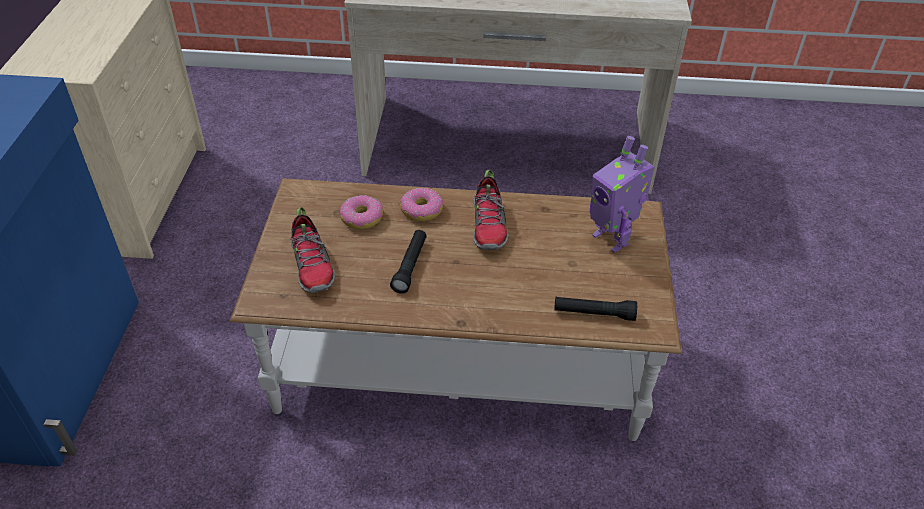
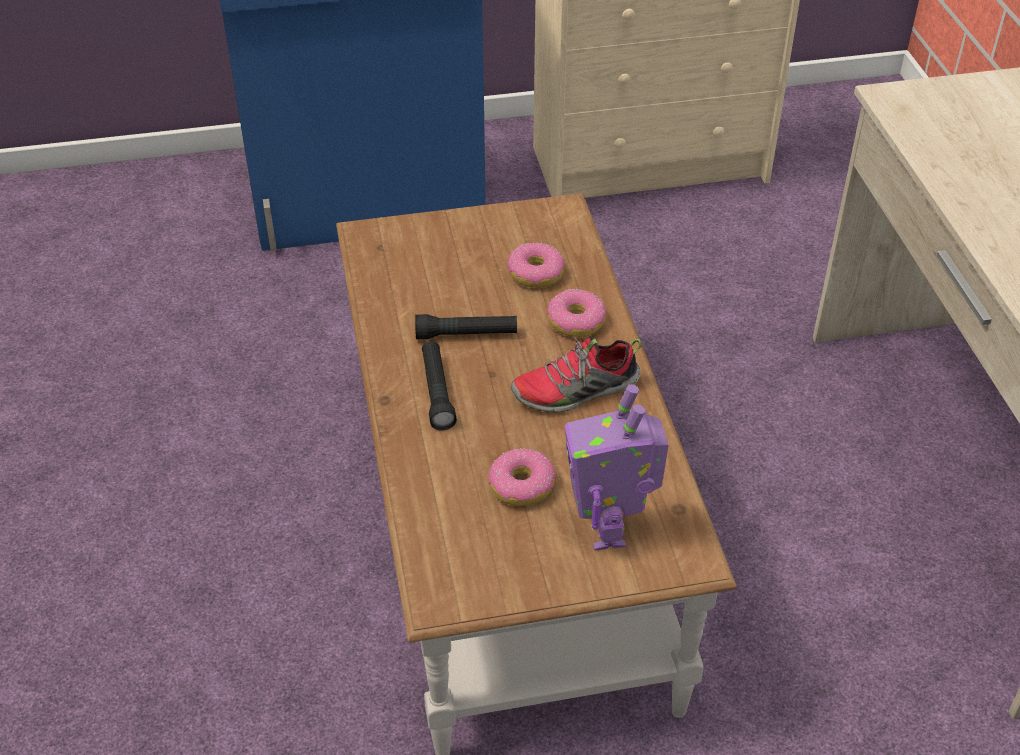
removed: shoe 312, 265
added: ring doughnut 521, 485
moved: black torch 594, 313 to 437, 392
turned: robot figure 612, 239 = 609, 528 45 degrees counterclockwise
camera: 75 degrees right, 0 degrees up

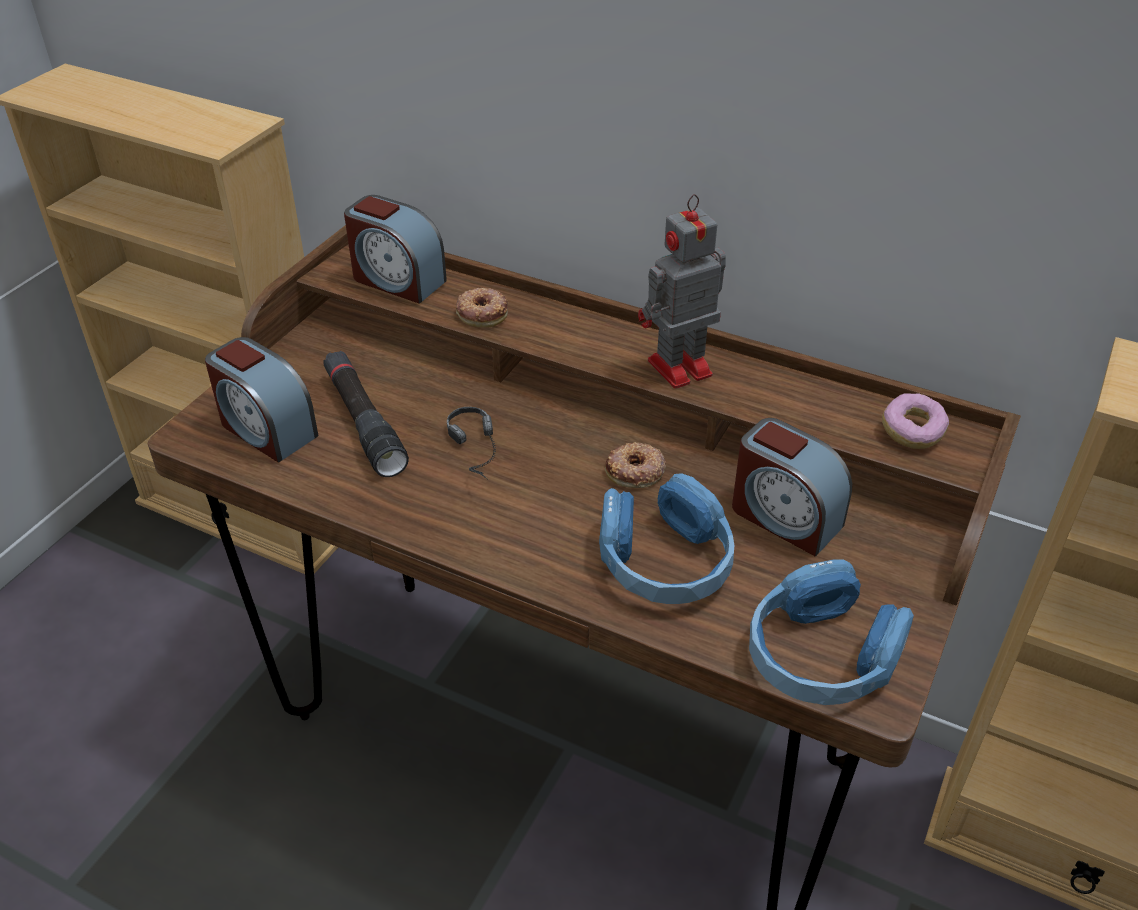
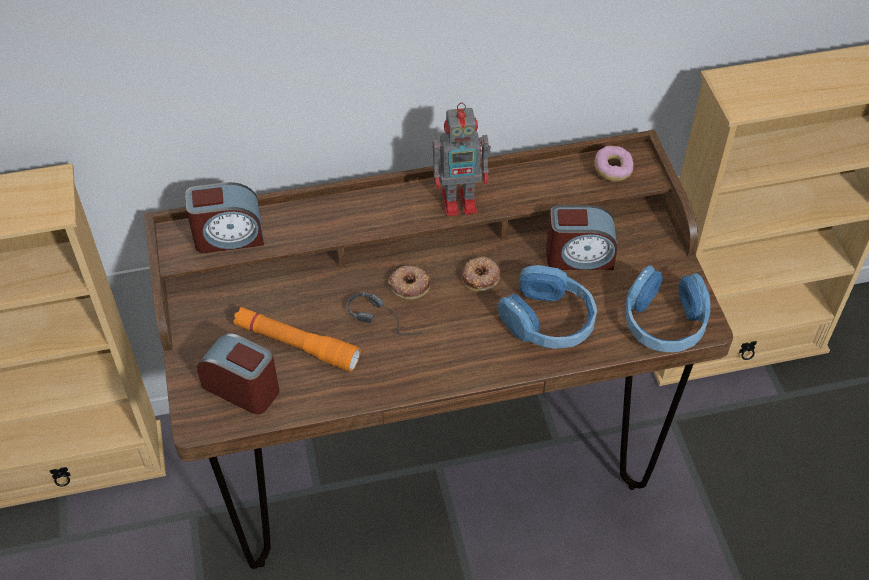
moved: ring doughnut 482, 312 to 409, 285
recoloured: black torch 364, 422 to orange torch 296, 344
turned: table clock 266, 429 = 242, 388 150 degrees counterclockwise; robot figure 676, 369 = 461, 201 120 degrees counterclockwise
camera: 40 degrees left, 10 degrees up

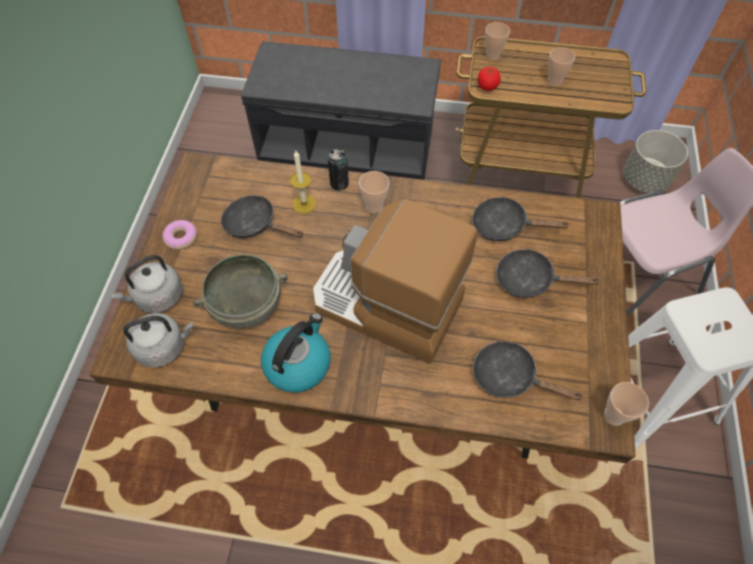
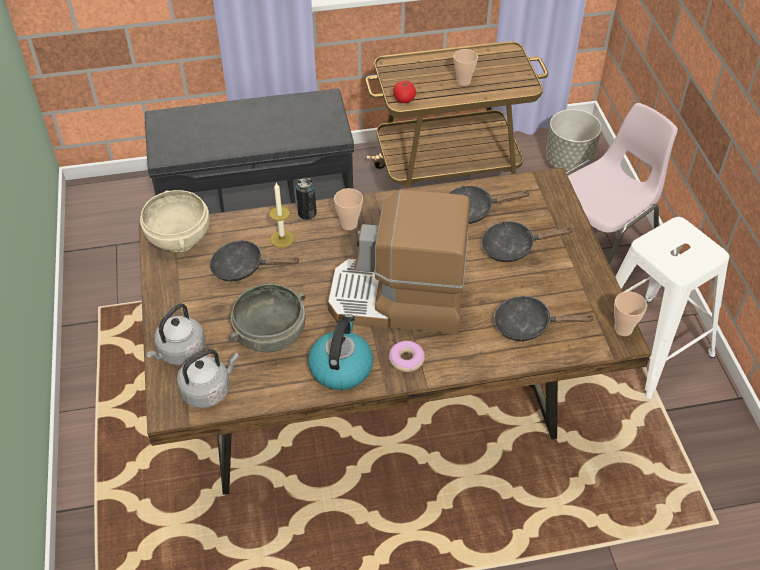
removed: small cup 492, 56
added: sand-coloured bowl 180, 238
moved: ring doughnut 181, 238 to 406, 359
camera: 20 degrees left, 10 degrees down

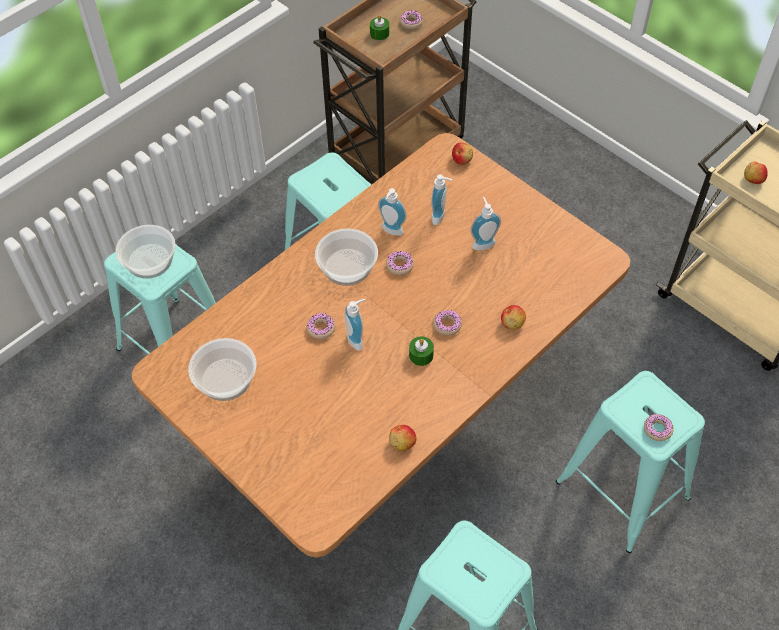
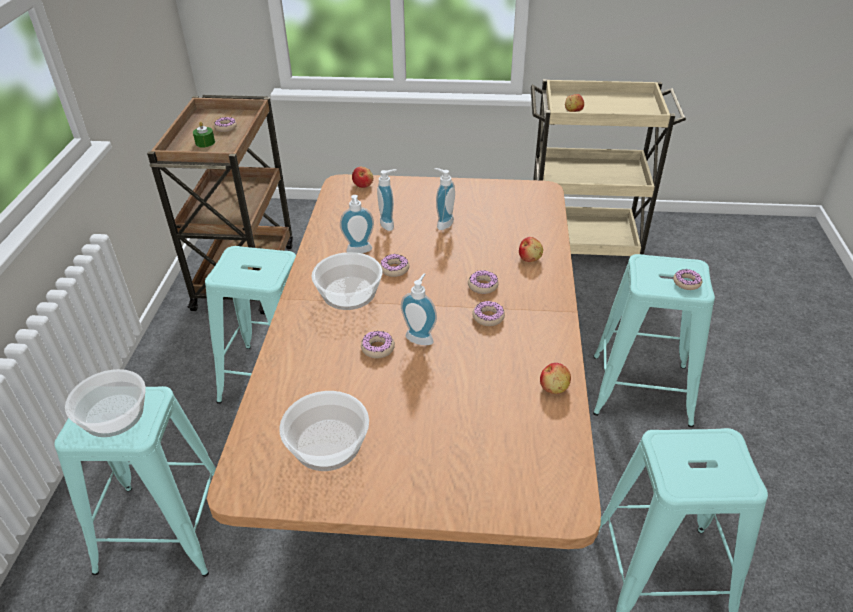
replaced: green candle 421, 355 to ring doughnut 488, 317
camera: 40 degrees left, 15 degrees down

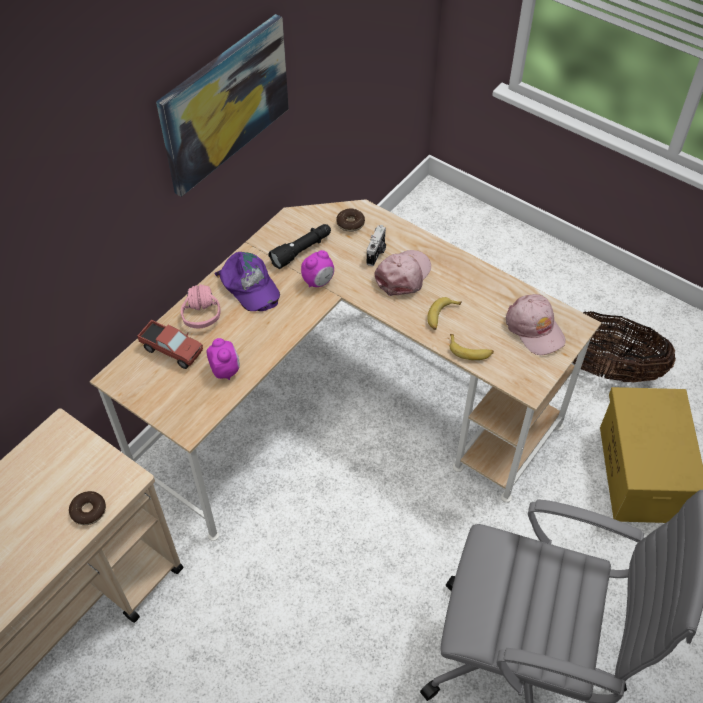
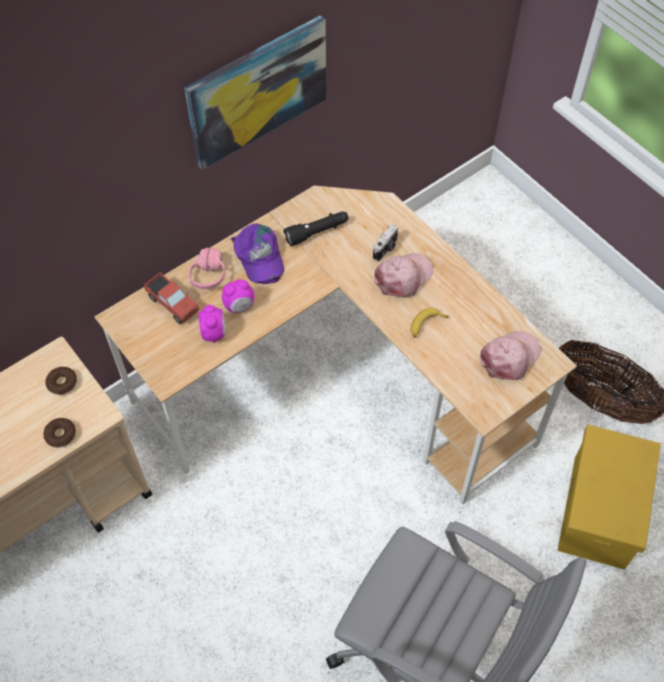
removed: whole banana 470, 351
moved: table clock 318, 281 to 239, 306; ring doughnut 350, 223 to 62, 383
turned: pinkish cap 534, 328 = 510, 357 120 degrees counterclockwise
camera: 15 degrees right, 5 degrees up

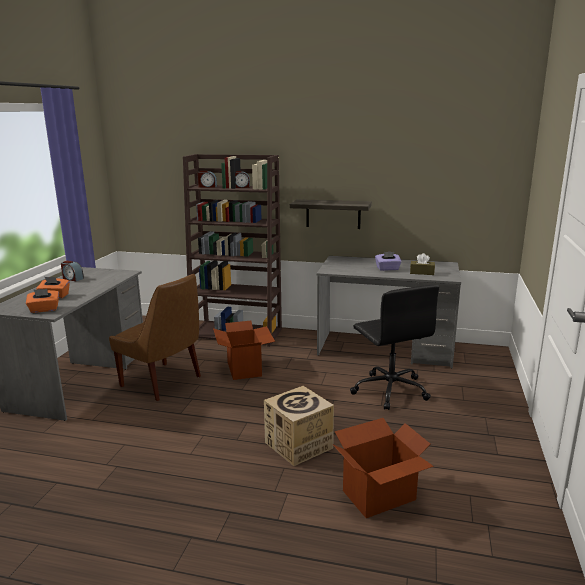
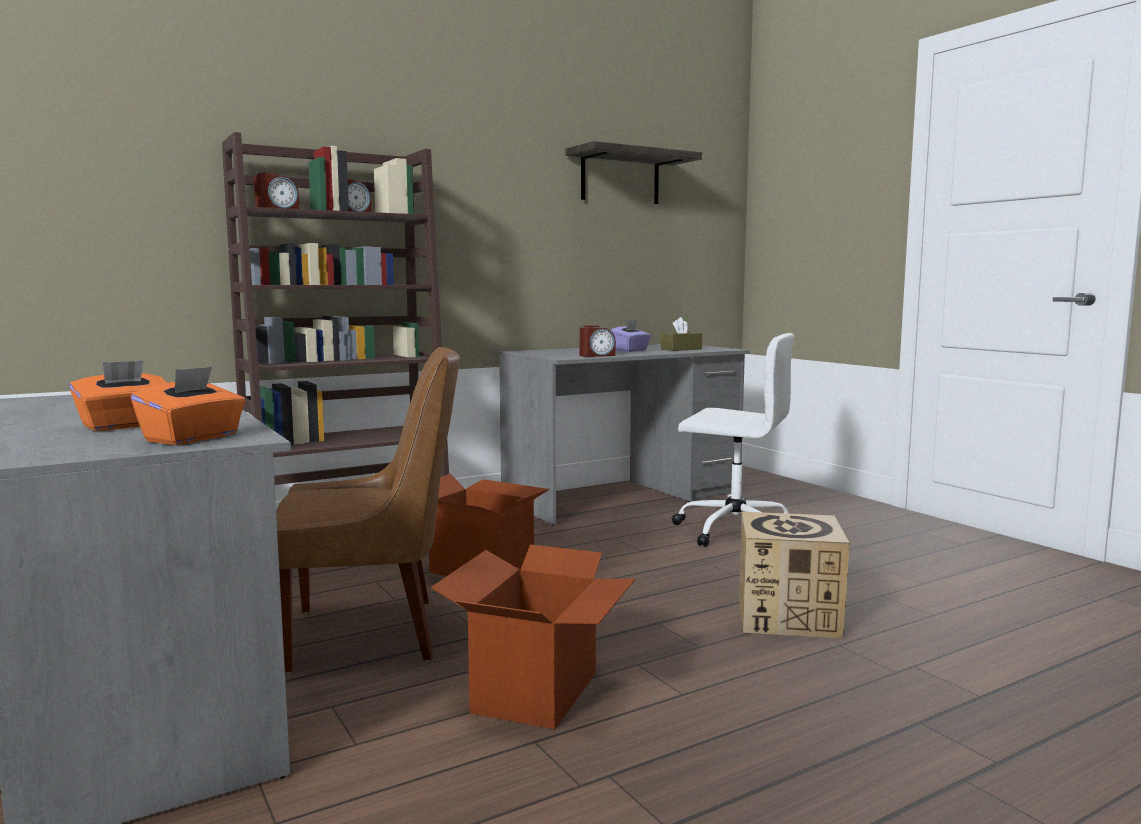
moved: table clock 72, 278 to 597, 355; shelf 333, 214 to 620, 177; packing box 379, 496 to 537, 692
recoloured: black office chair 390, 390 to white-coloured office chair 732, 530
camera: 45 degrees left, 10 degrees down

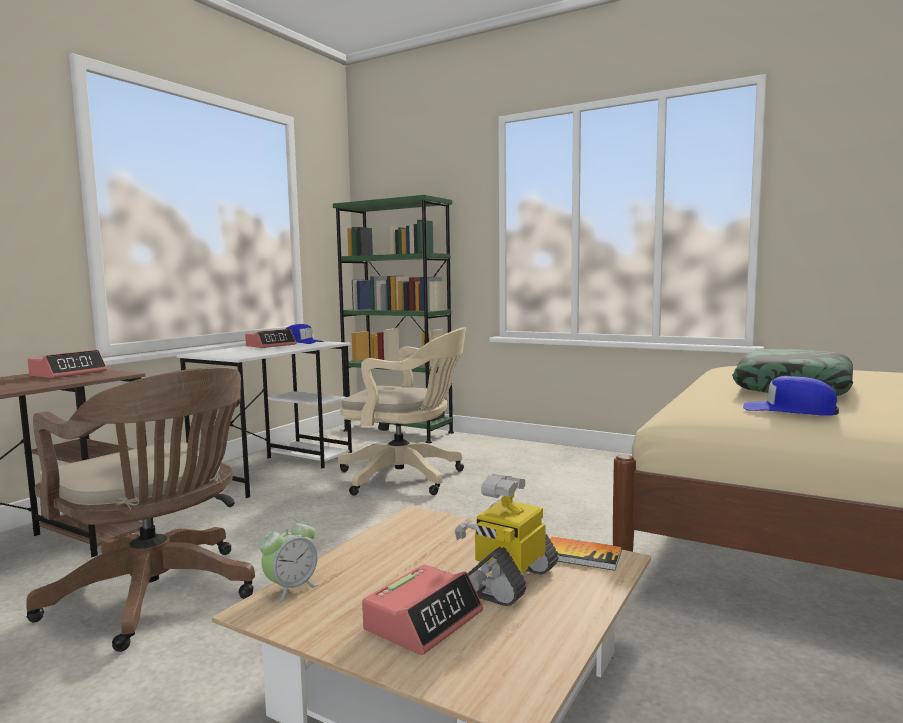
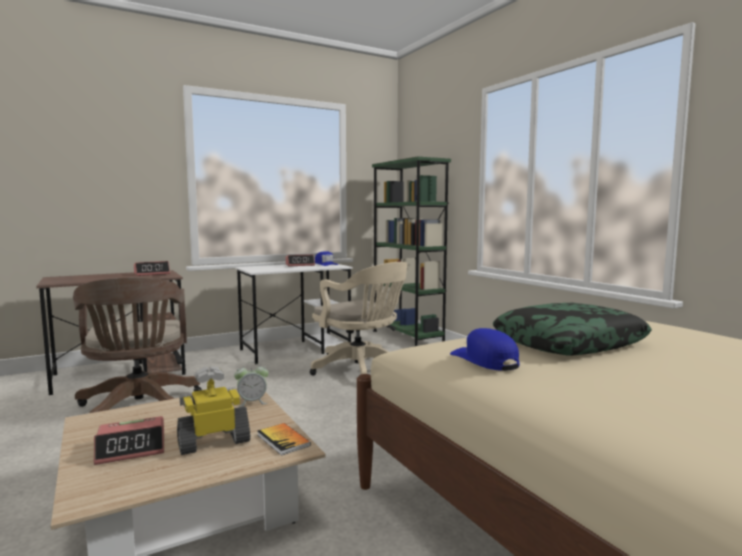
moved: table clock 291, 588 to 252, 402
camera: 30 degrees right, 0 degrees up

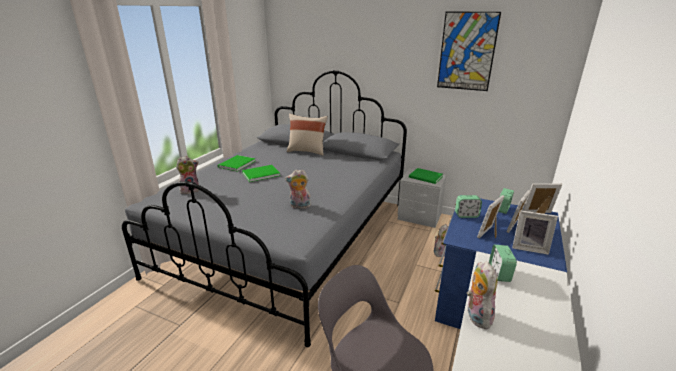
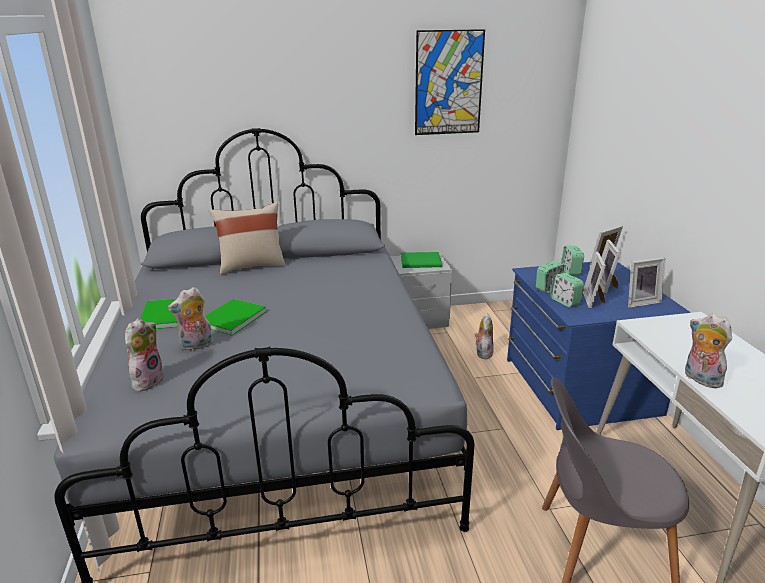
moved: cuddly toy 299, 206 to 196, 346; table clock 499, 274 to 565, 302
camera: 35 degrees left, 0 degrees up

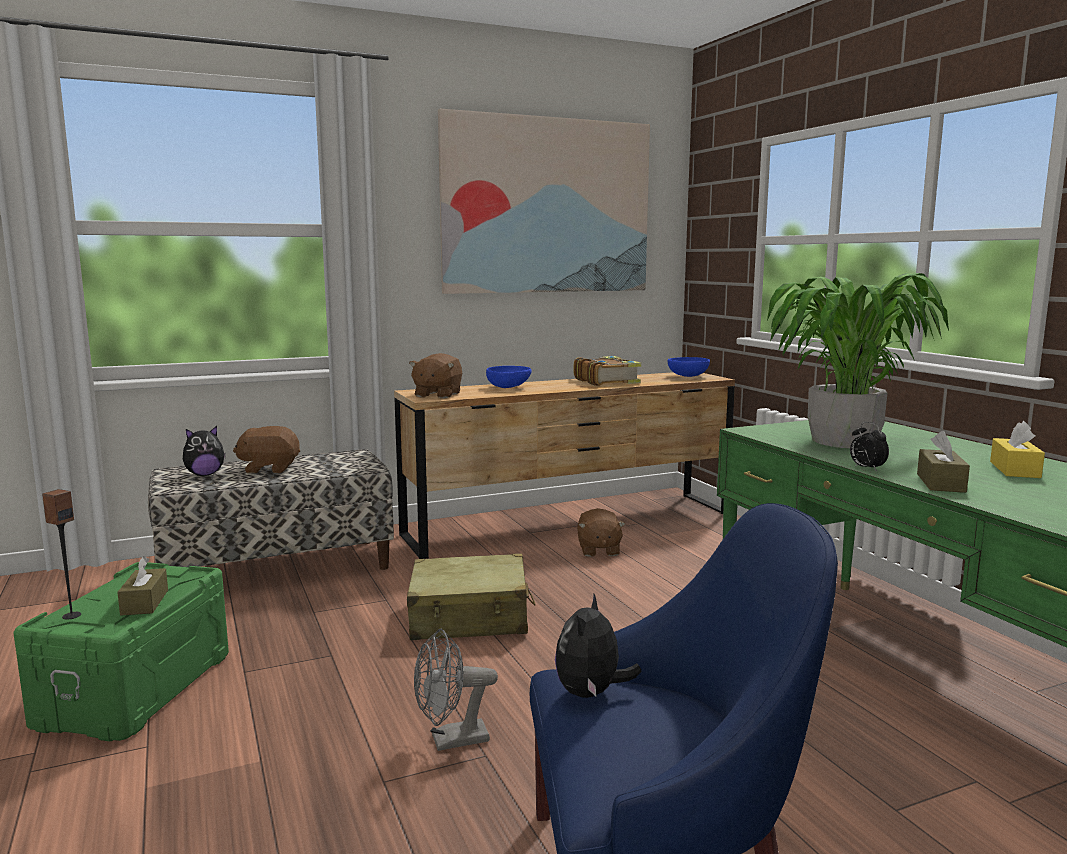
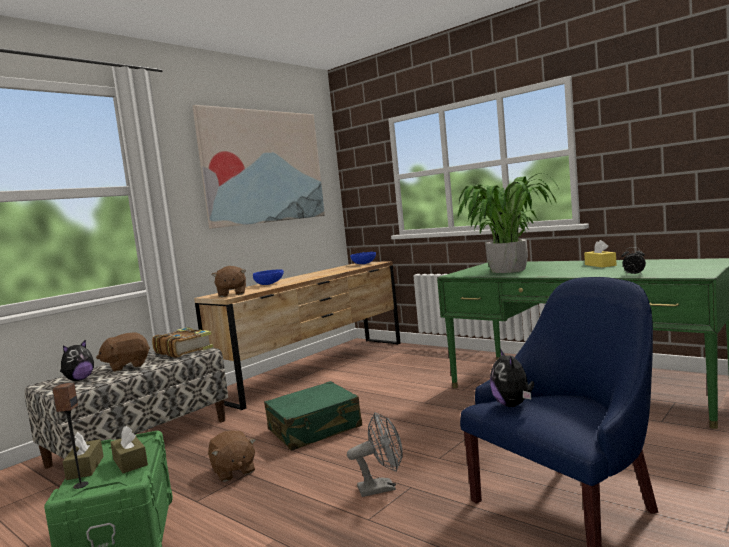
moved: bound book 606, 381 to 184, 350; brown cuddly toy 598, 550 to 233, 471; table clock 866, 468 to 633, 275; brown tissue holder 940, 483 to 85, 468
recoloured: sand-coloured suitcase 470, 617 to green suitcase 315, 429
turned: greyish cooling fan 451, 741 = 382, 487 150 degrees counterclockwise
camera: 25 degrees left, 5 degrees down

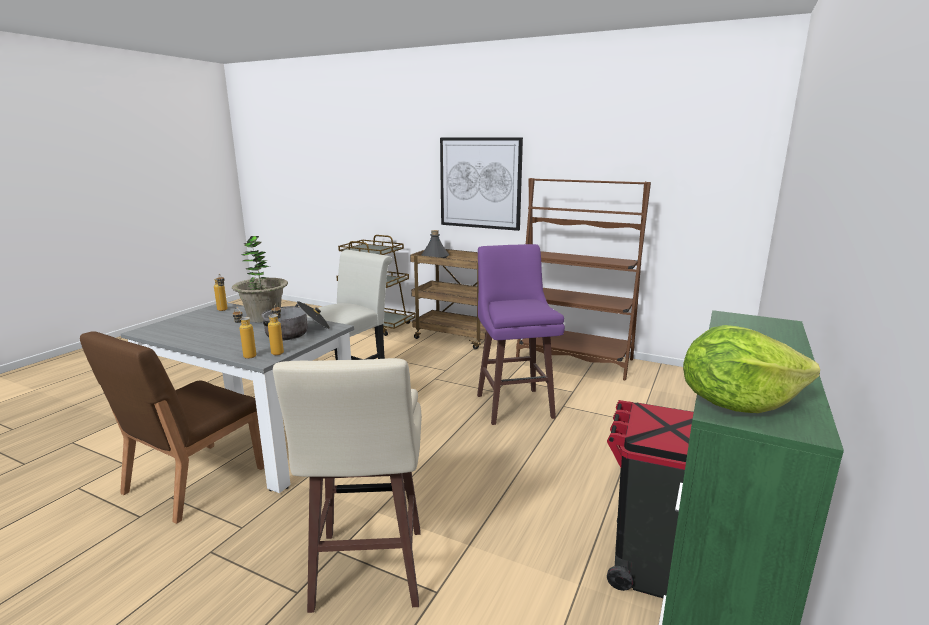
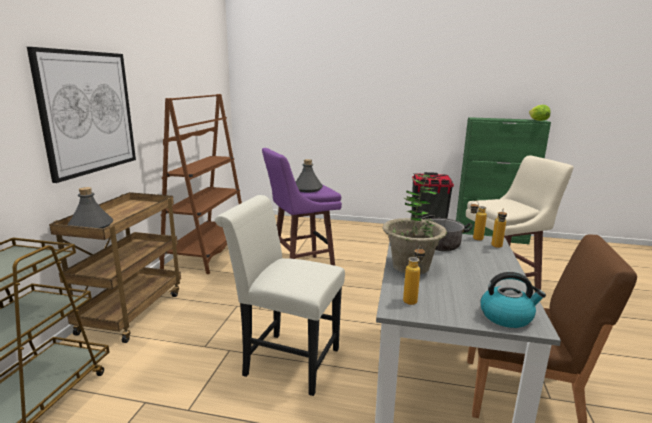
added: greyish beverage bottle 308, 189; water kettle 507, 316
camera: 105 degrees left, 0 degrees up

